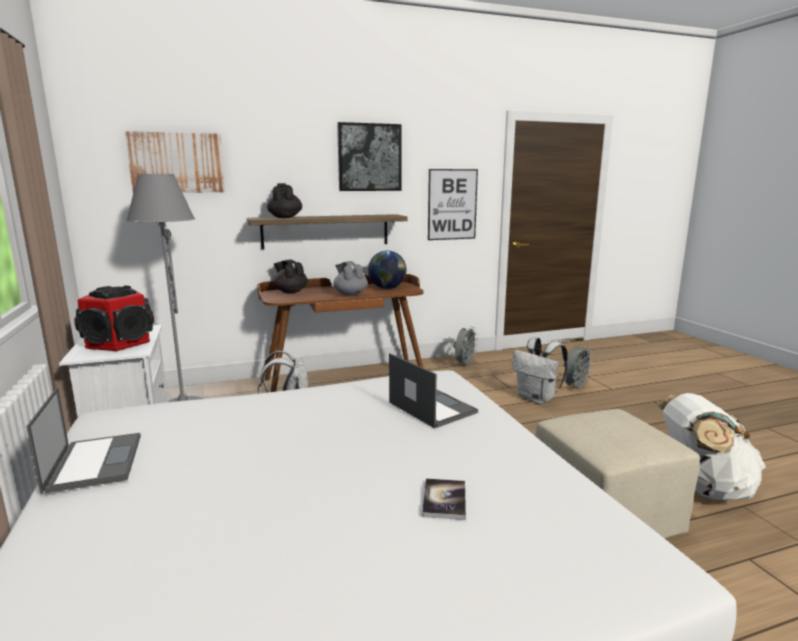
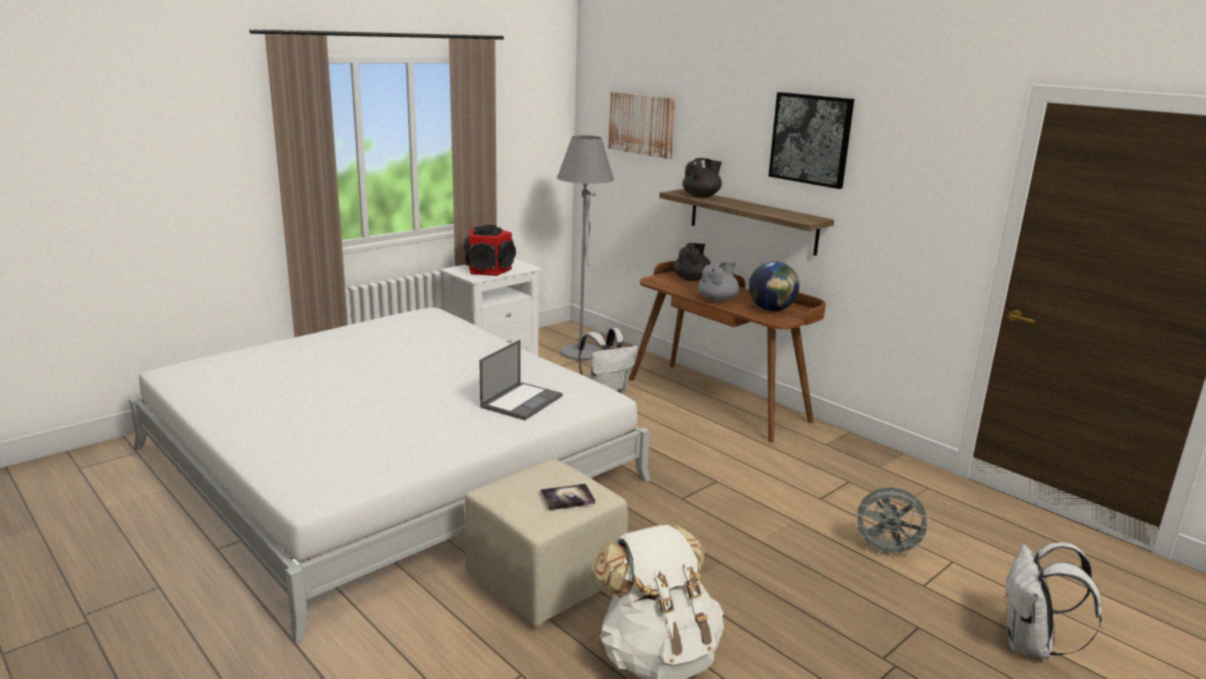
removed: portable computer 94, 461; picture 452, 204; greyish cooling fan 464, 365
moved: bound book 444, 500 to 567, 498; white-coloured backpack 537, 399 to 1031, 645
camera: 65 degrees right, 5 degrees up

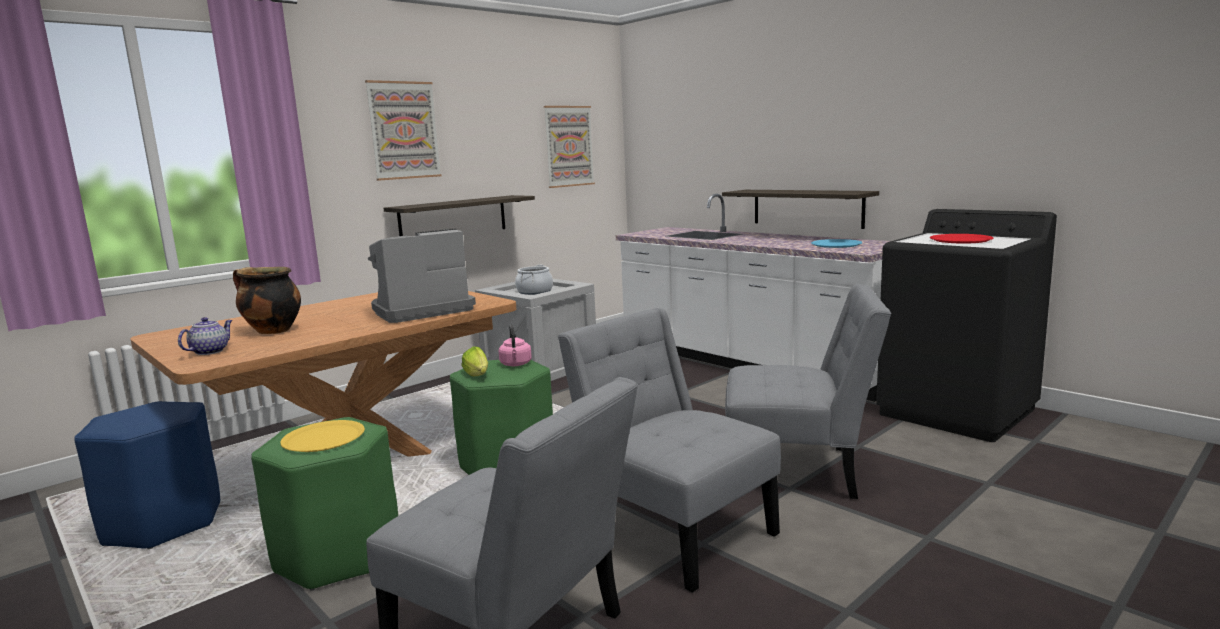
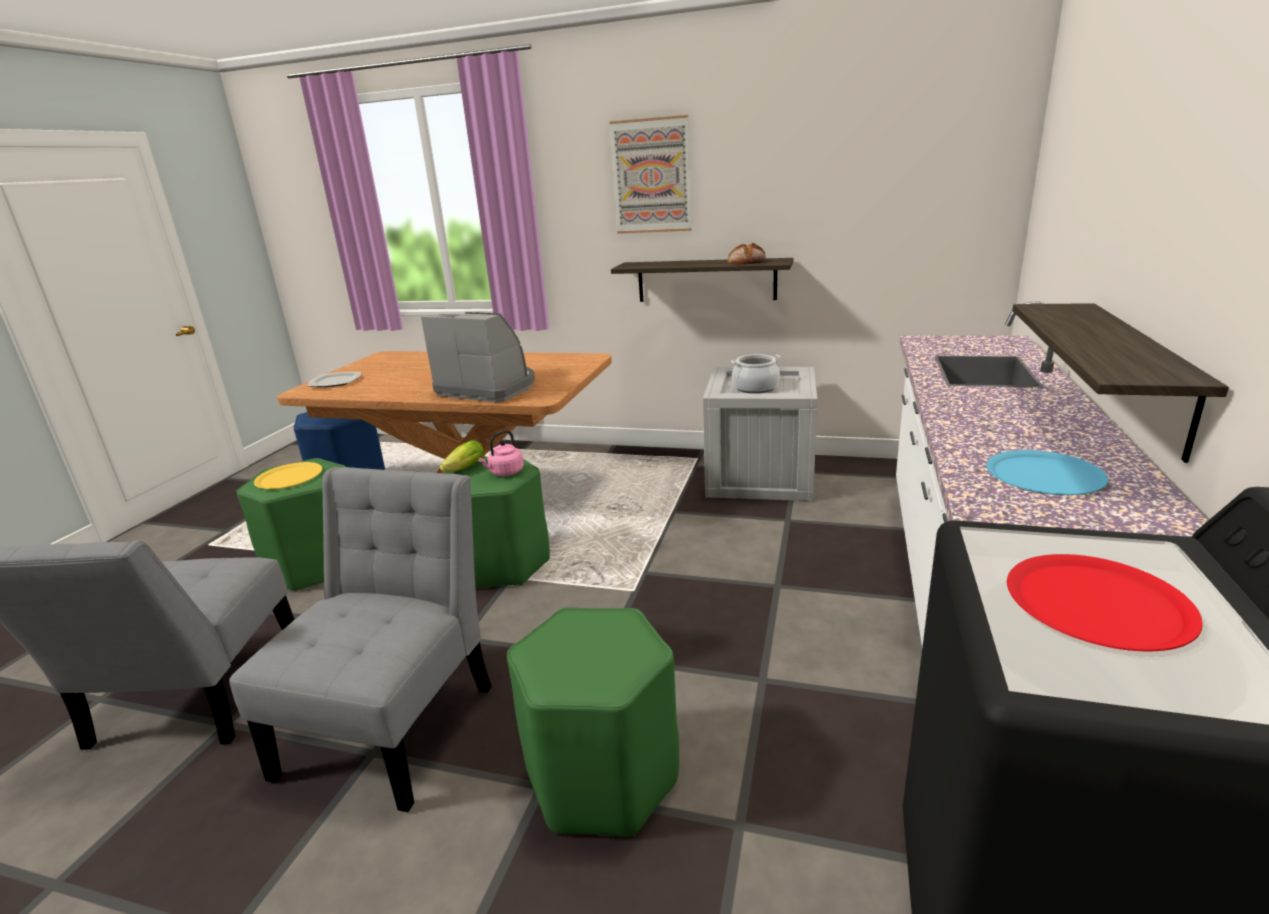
removed: stockpot 271, 331; picture 569, 146
added: bakery bread 747, 261
replaced: tea pot 210, 351 to plate 336, 381; greyish upright chair 799, 471 to green sitting stool 602, 778
camera: 60 degrees right, 10 degrees up

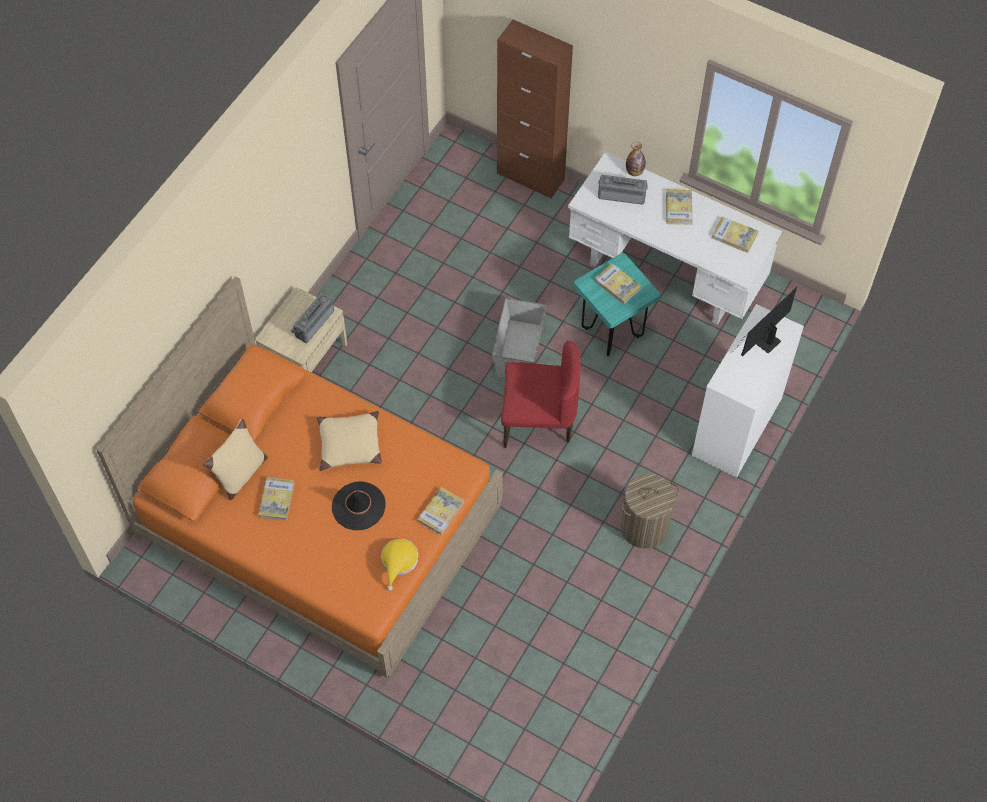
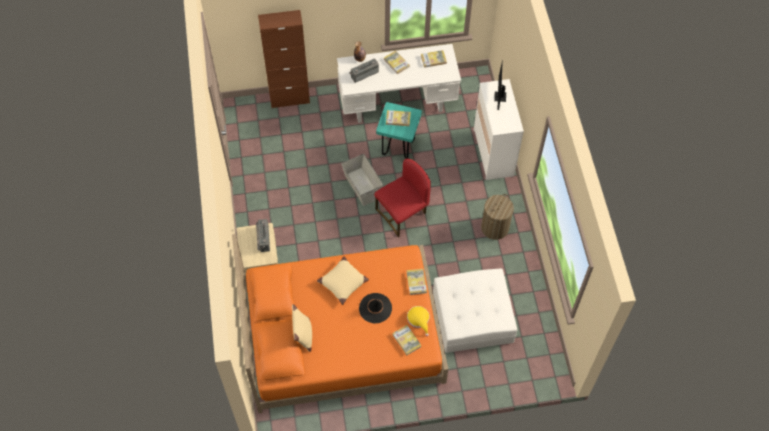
added: white-coloured pouffe 472, 316
moved: bound book 277, 500 to 406, 340
camera: 40 degrees left, 0 degrees up

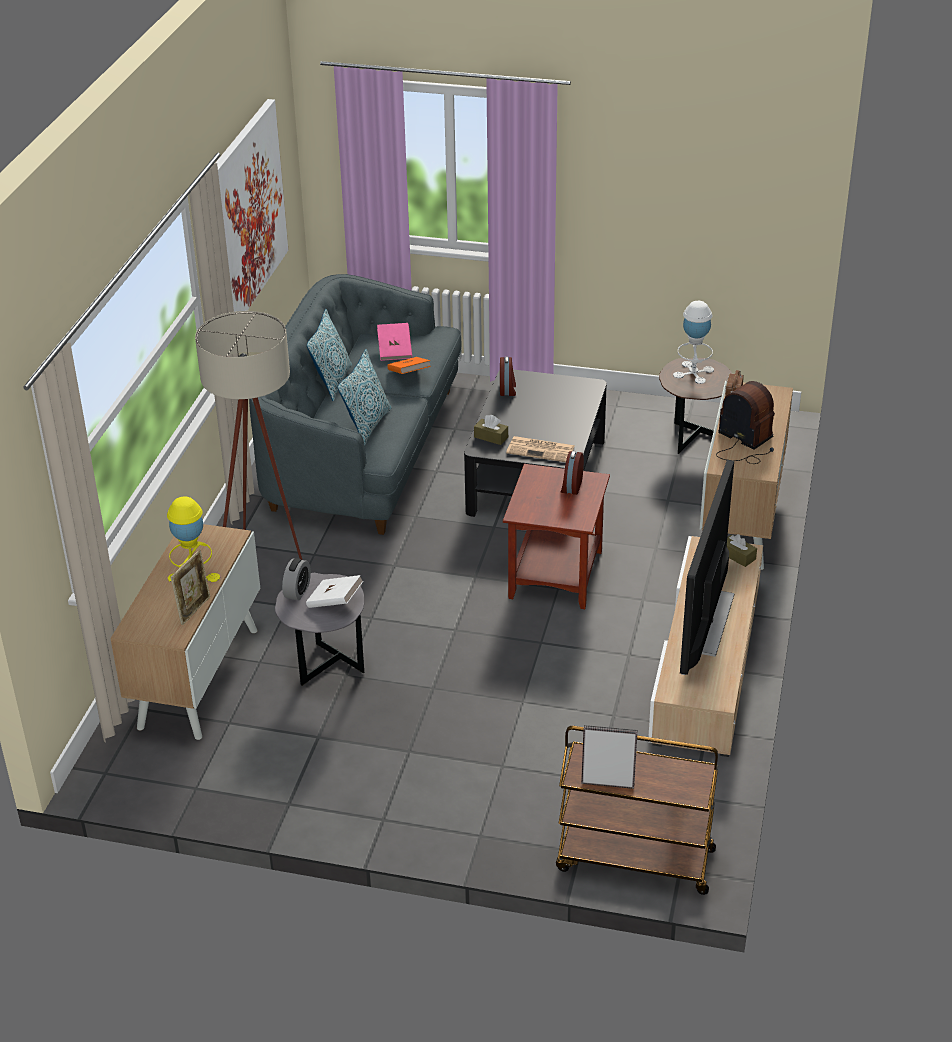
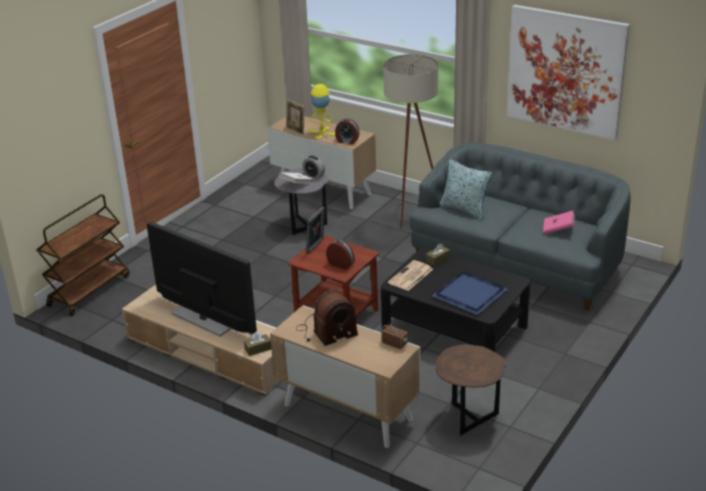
removed: throw pillow 332, 382; orange bound book 409, 375; white-coloured tabletop lamp 693, 372
added: bluish carrying tray 470, 295
moved: table clock 508, 389 to 347, 141; standing frame 608, 782 to 316, 247
camera: 110 degrees right, 5 degrees down

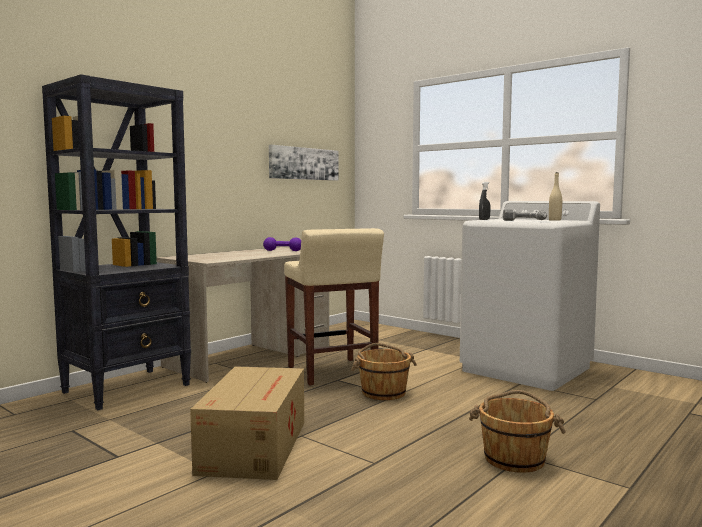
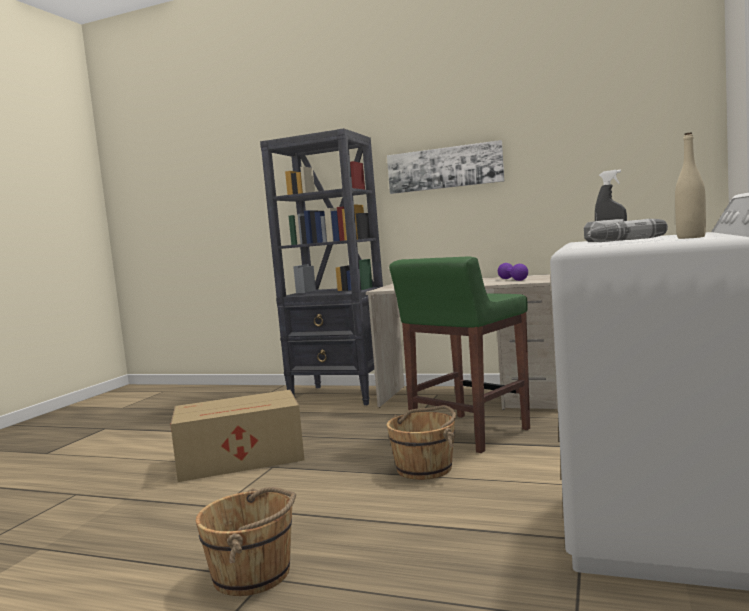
moved: picture 304, 163 to 444, 168
recoloured: sand-coloured sitting stool 332, 372 to green sitting stool 468, 433
camera: 70 degrees right, 0 degrees up

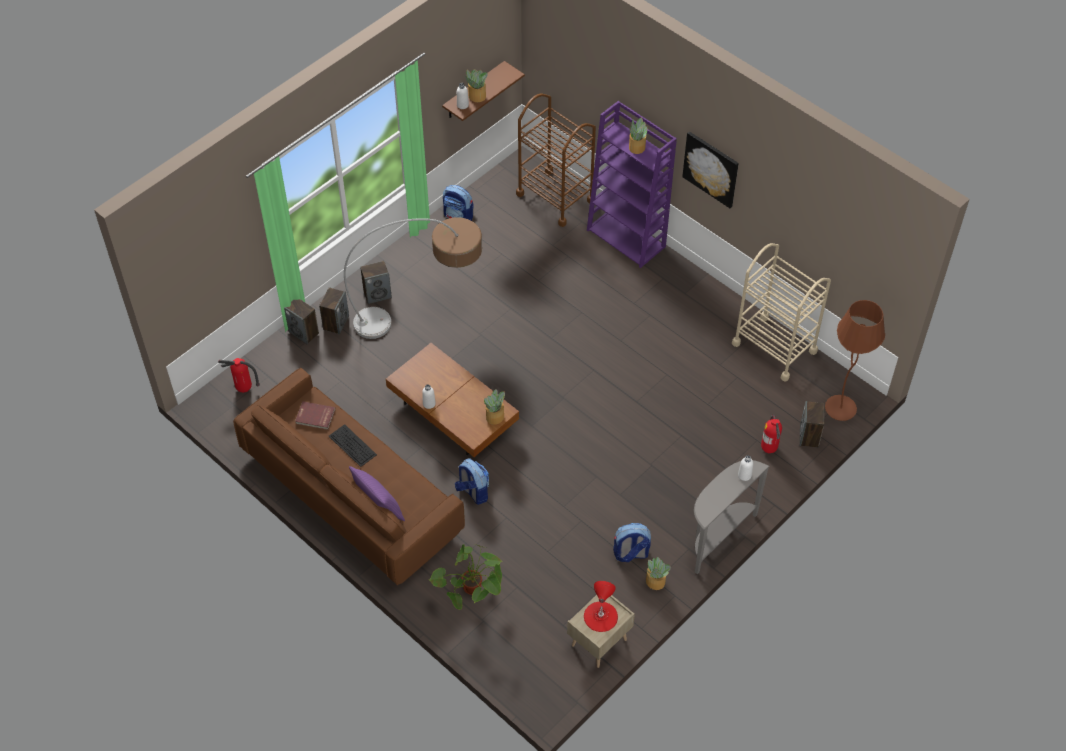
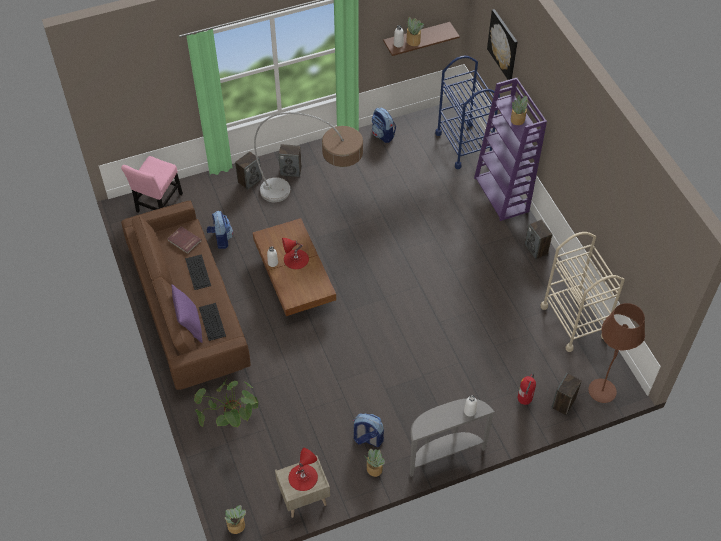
added: PC keyboard 212, 321; red-coloured tabletop lamp 296, 259
moved: audio speaker 304, 333 to 536, 249; backpack 473, 492 to 221, 239; houseplant 495, 416 to 236, 526; picture 711, 169 to 503, 45
replaced: extinguisher 244, 389 to pinkish upright chair 158, 205
recoloured: brown cart 555, 197 to bluish cart 464, 145
camera: 25 degrees right, 0 degrees up

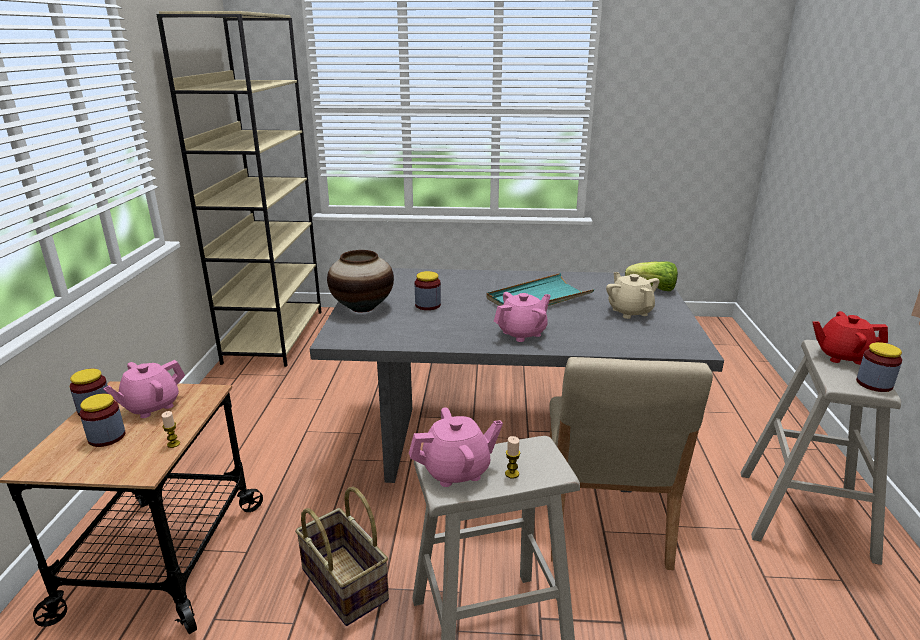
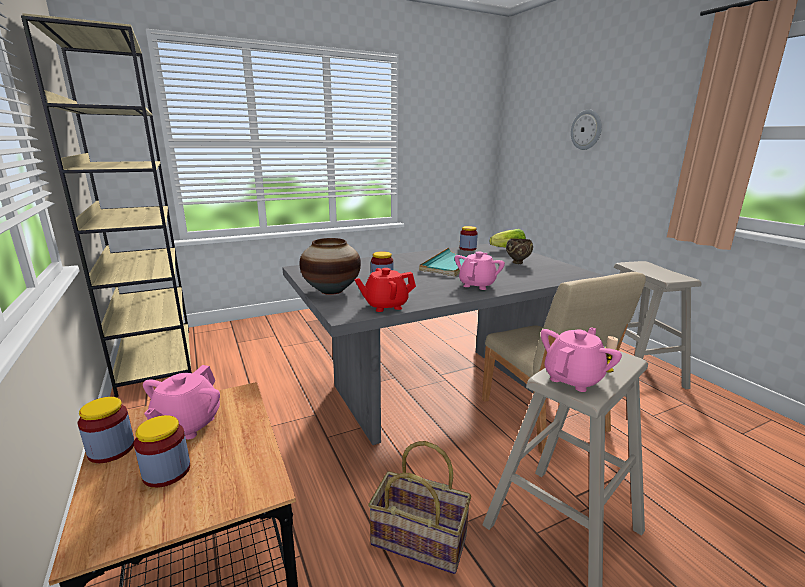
removed: candle 173, 444
added: wall clock 586, 130
moved: red-coloured tea pot 842, 356 to 385, 306; preserve jar 874, 384 to 467, 248
replaced: sand-coloured tea pot 629, 311 to brown bowl 518, 262
camera: 30 degrees left, 5 degrees down

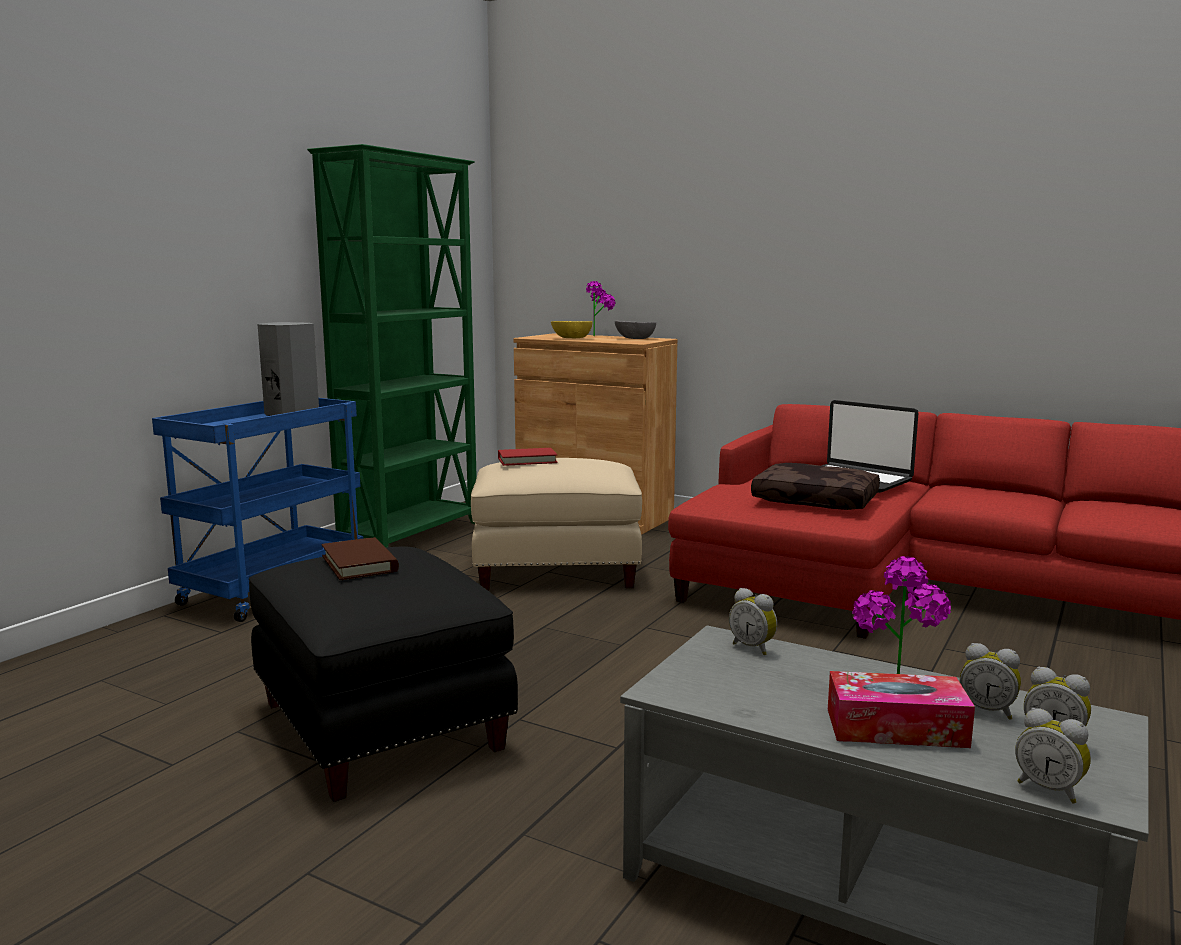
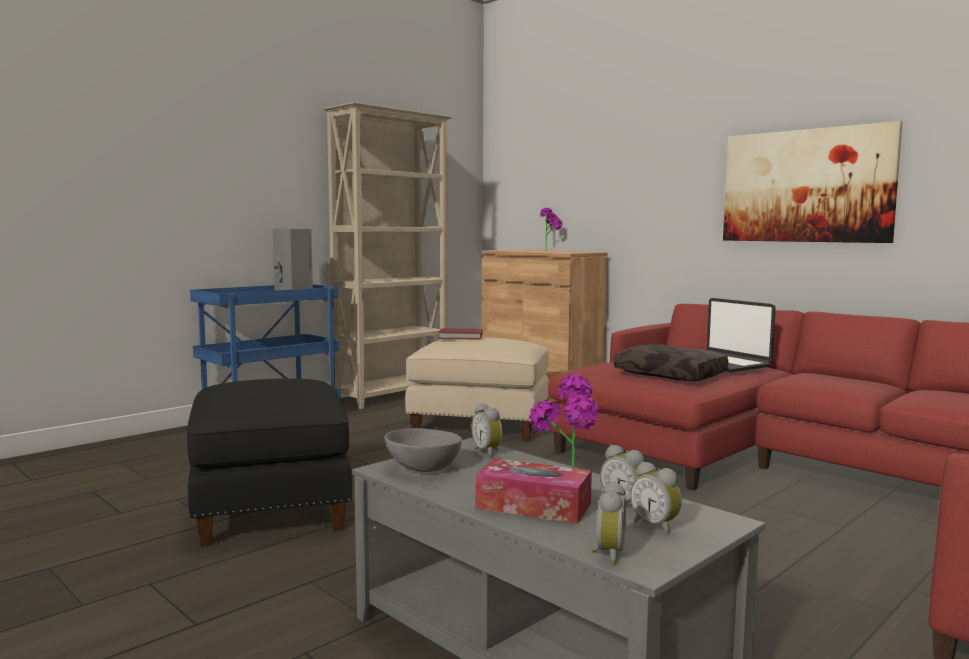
removed: brown bound book 359, 564; yellowish bowl 572, 338
added: picture 806, 186
moved: greyish bowl 635, 339 to 423, 468
recoloured: green bookshelf 413, 535 to sand-coloured bookshelf 393, 396
turned: table clock 1049, 789 = 607, 554 135 degrees counterclockwise
camera: 15 degrees right, 5 degrees down

